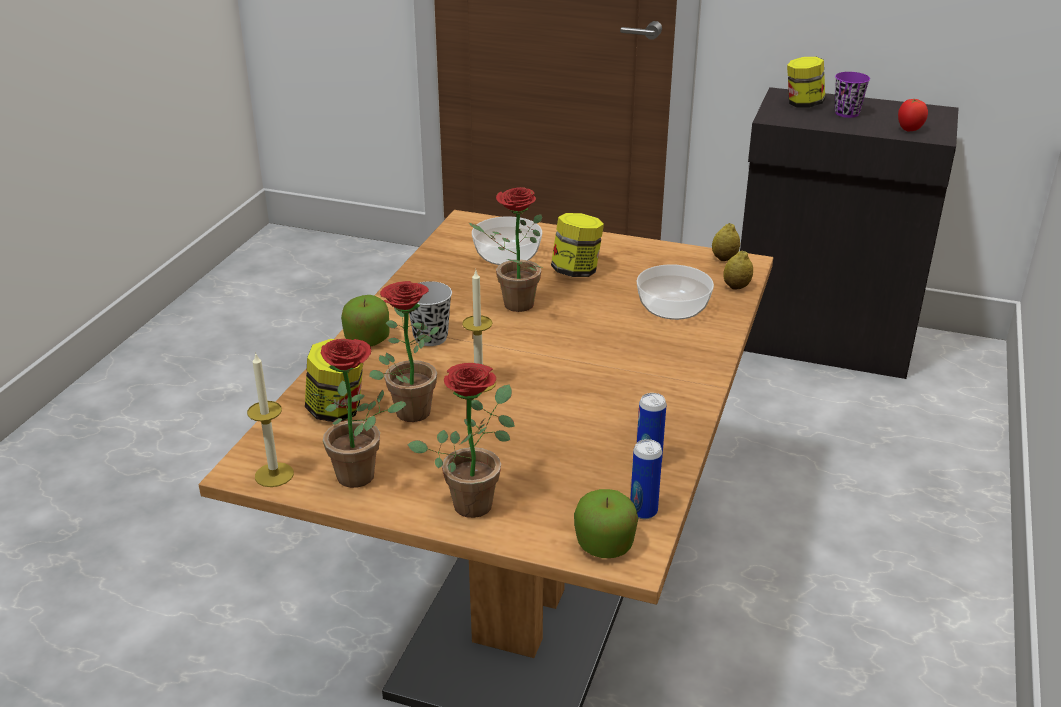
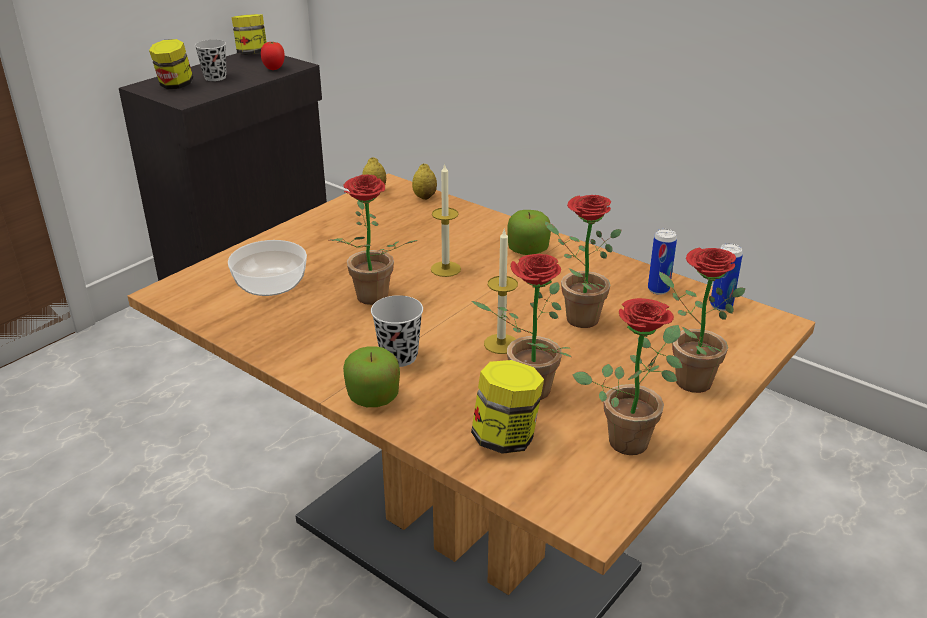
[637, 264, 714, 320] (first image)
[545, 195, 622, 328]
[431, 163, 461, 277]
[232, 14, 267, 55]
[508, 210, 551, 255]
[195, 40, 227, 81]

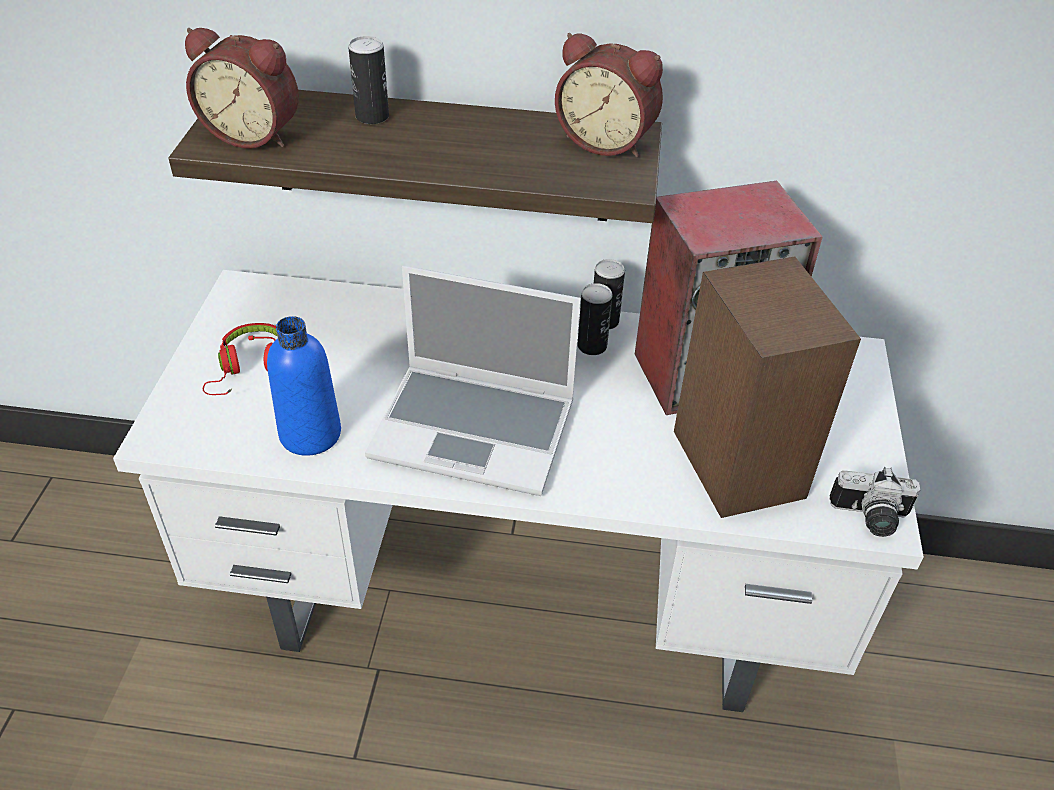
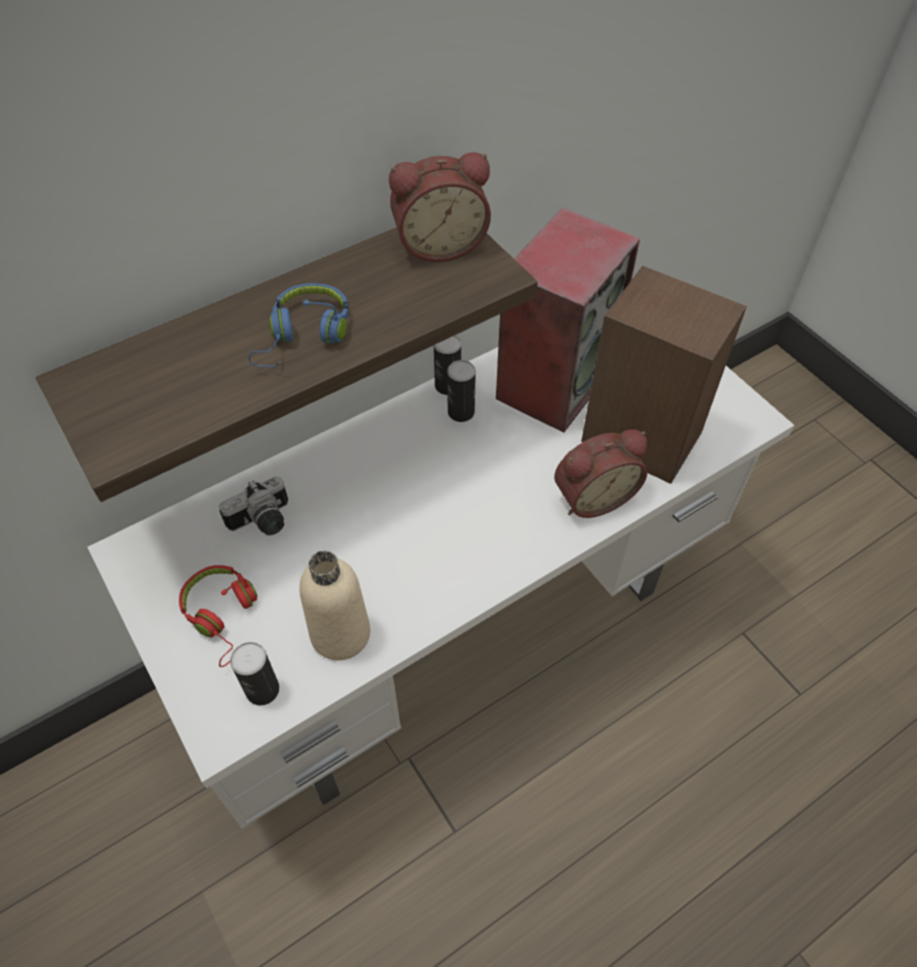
[365, 266, 581, 496] (first image)
[249, 283, 349, 367]
[554, 430, 647, 518]
[230, 642, 279, 705]
[219, 476, 288, 535]
[299, 551, 370, 661]

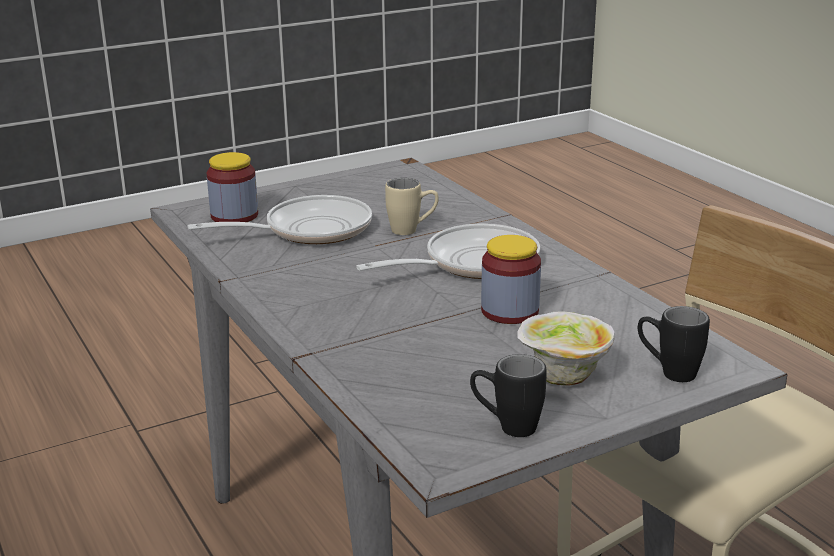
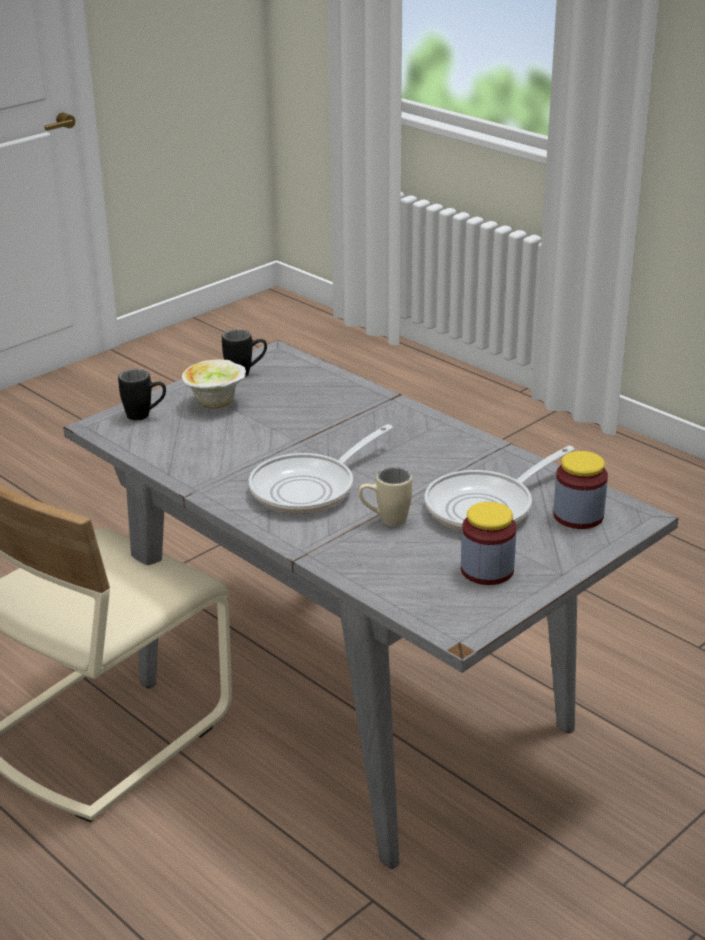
[461, 502, 516, 585]

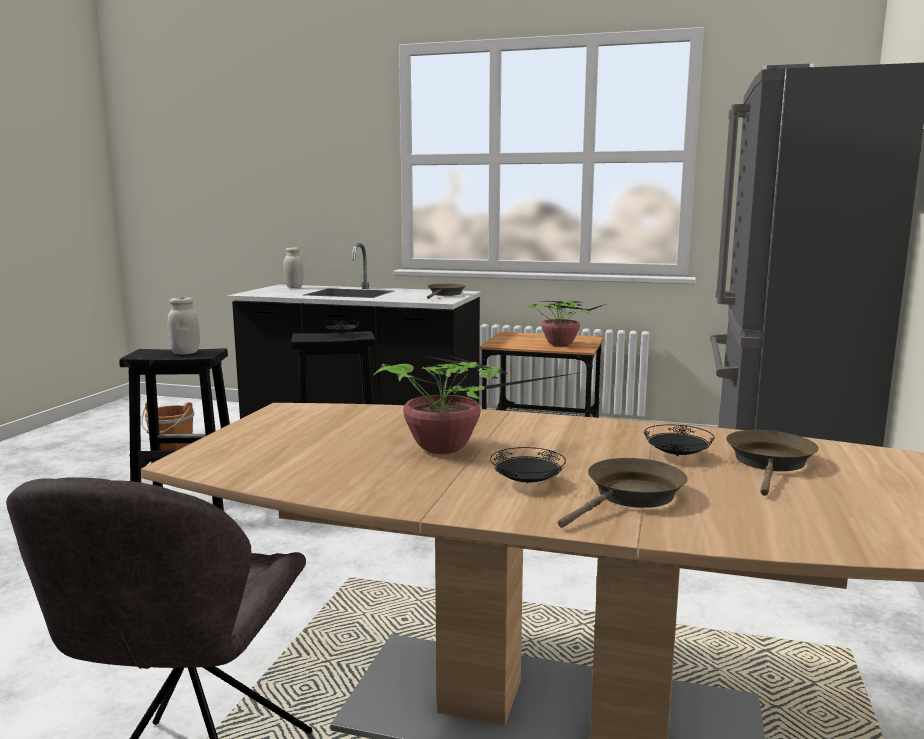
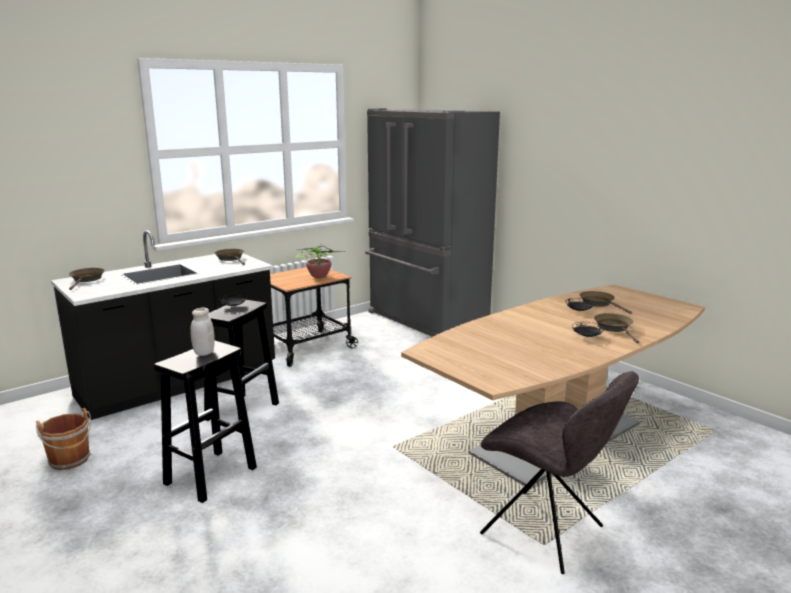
[374, 355, 583, 454] (first image)
[69, 268, 105, 290]

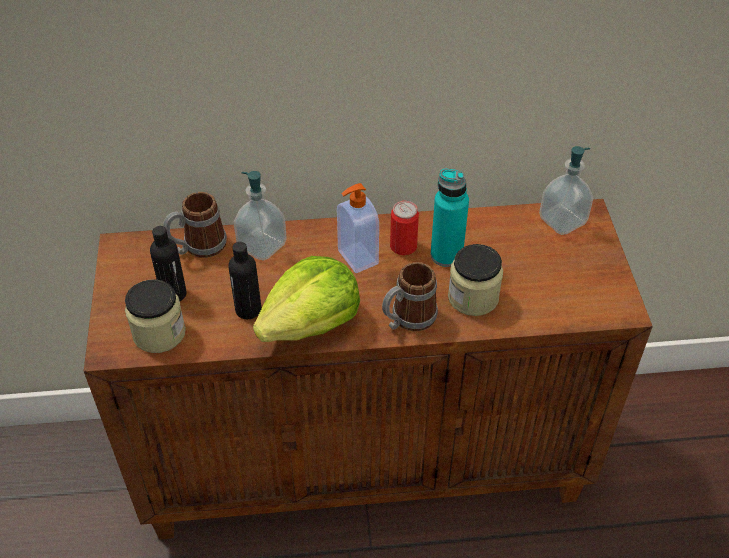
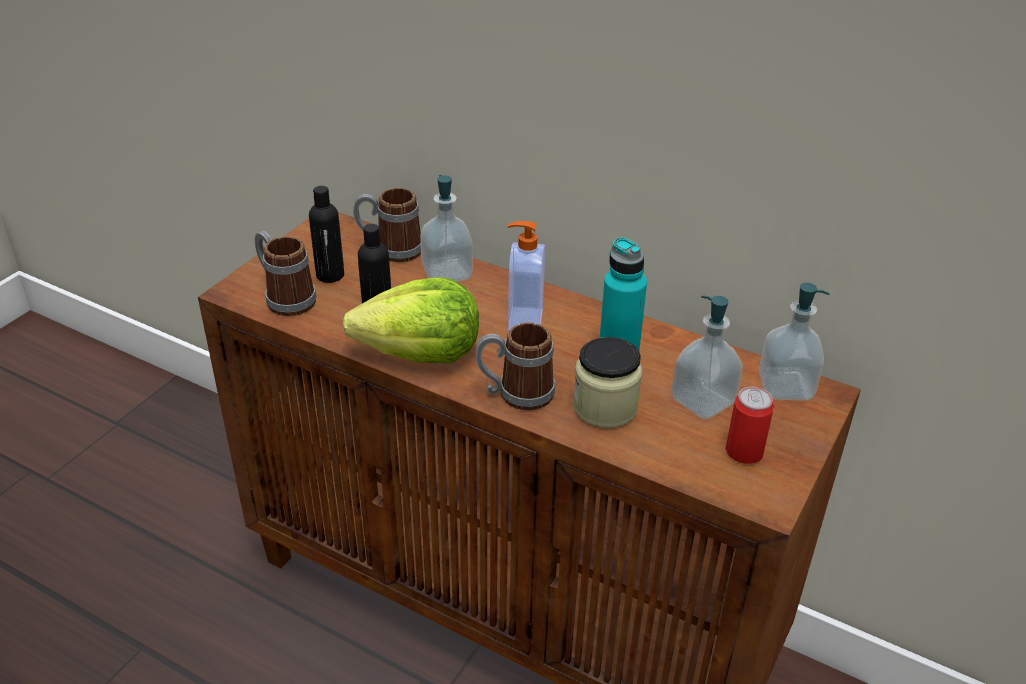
[671, 296, 743, 419]
[725, 386, 774, 464]
[255, 231, 317, 316]

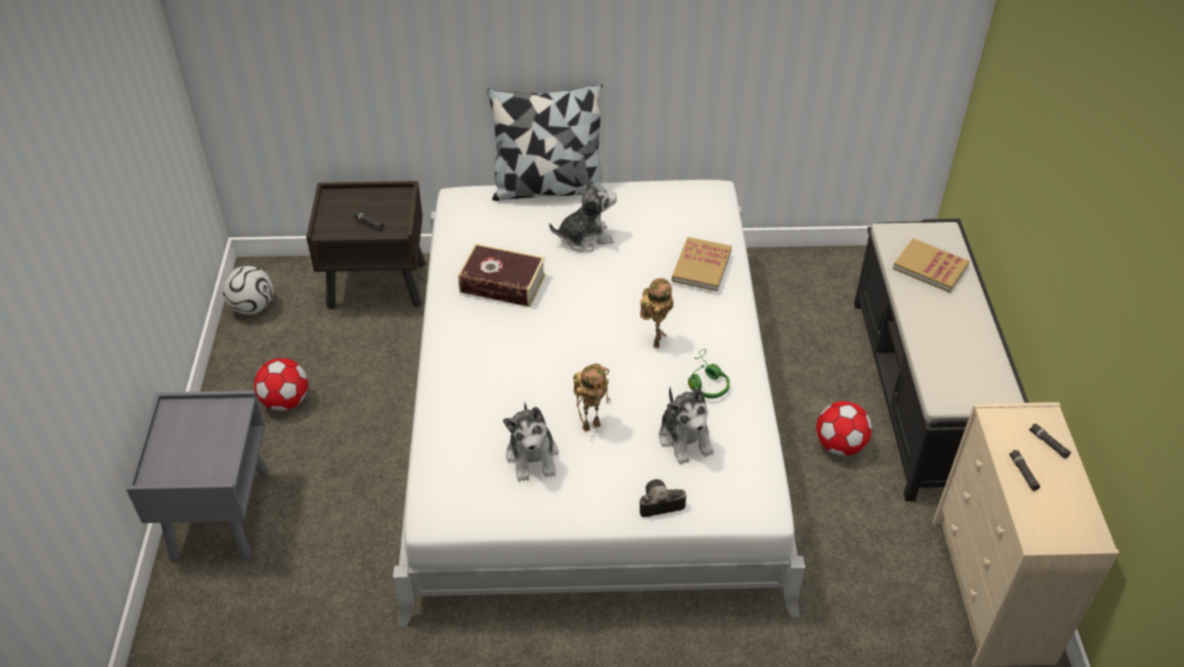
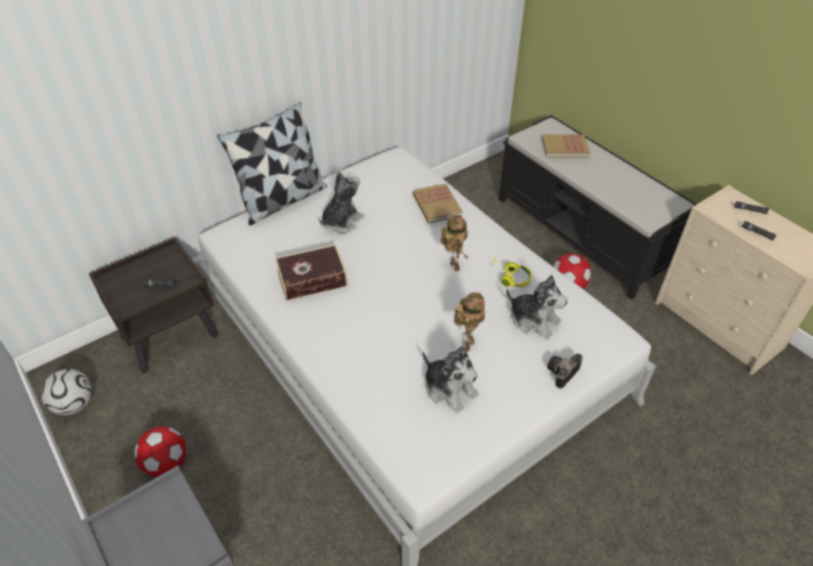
[492, 255, 532, 287]

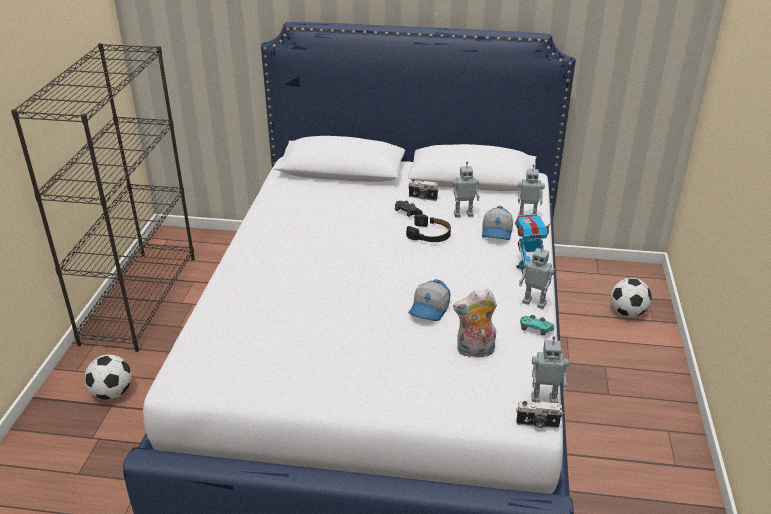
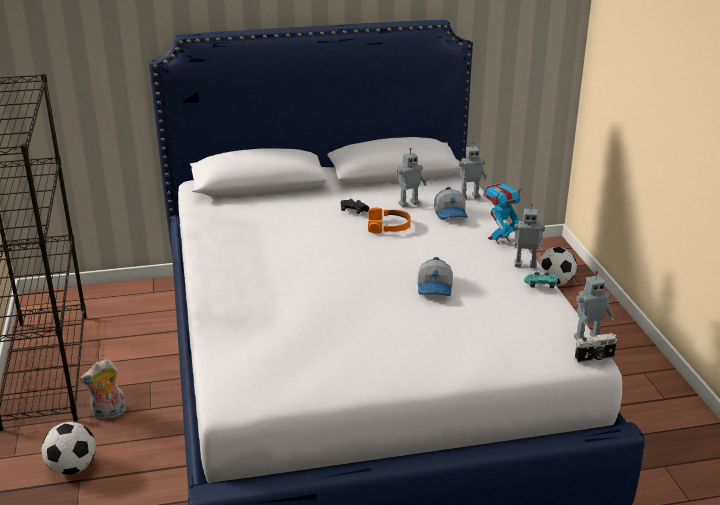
[408, 179, 439, 201] (first image)
[80, 359, 126, 421]
[368, 208, 411, 233]

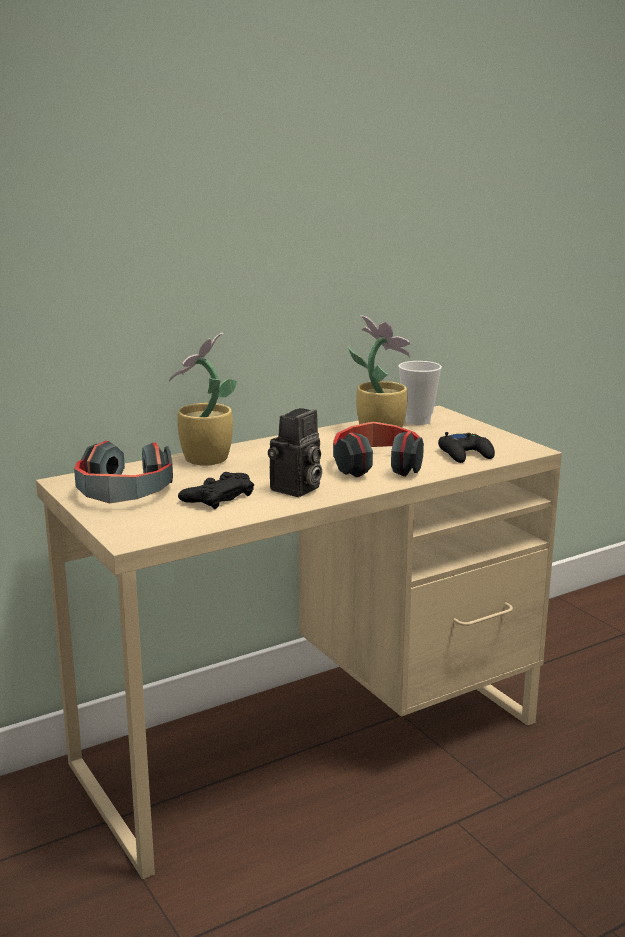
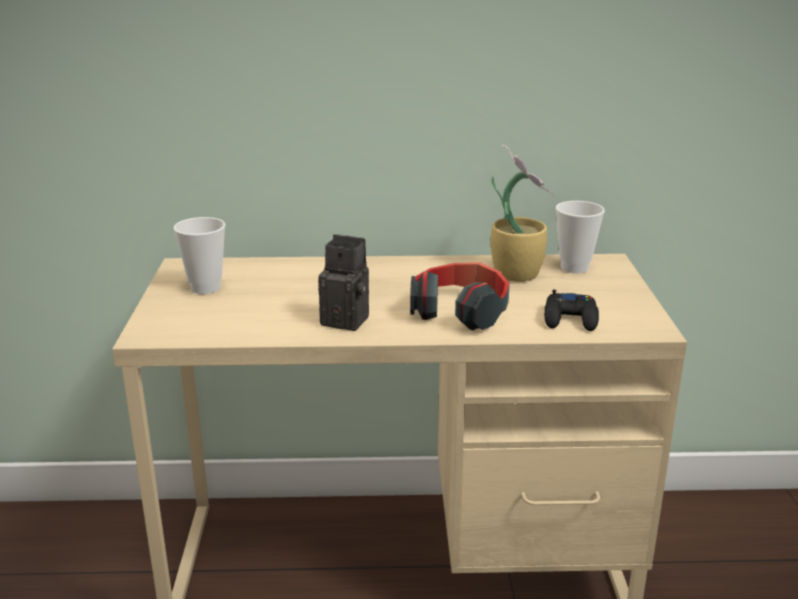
[169, 332, 237, 466] (first image)
[178, 472, 254, 509] (first image)
[173, 217, 225, 294]
[318, 234, 369, 331]

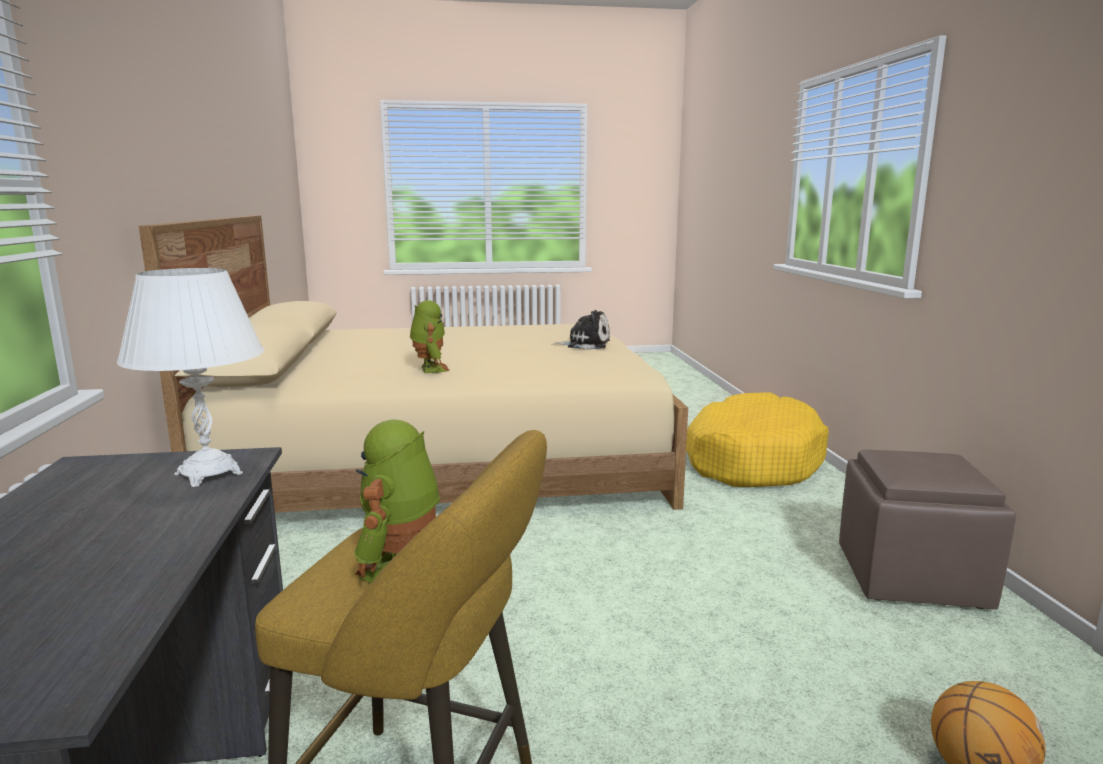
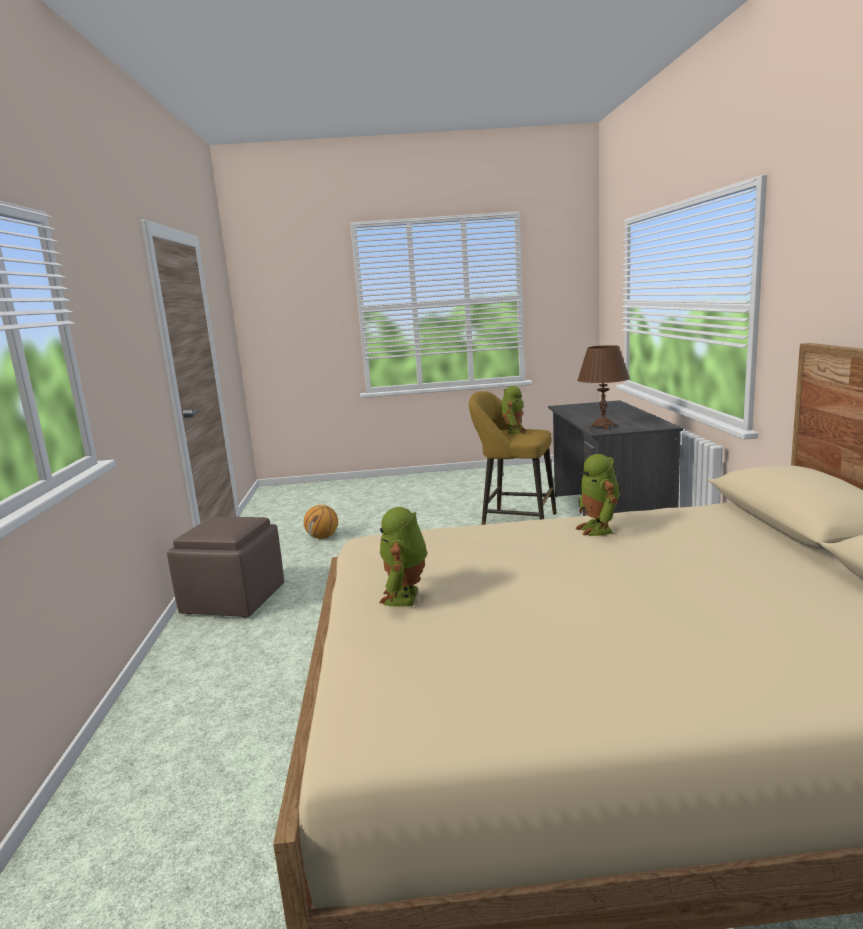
[686, 392, 829, 487] (first image)
[379, 507, 427, 607]
[577, 345, 630, 430]

